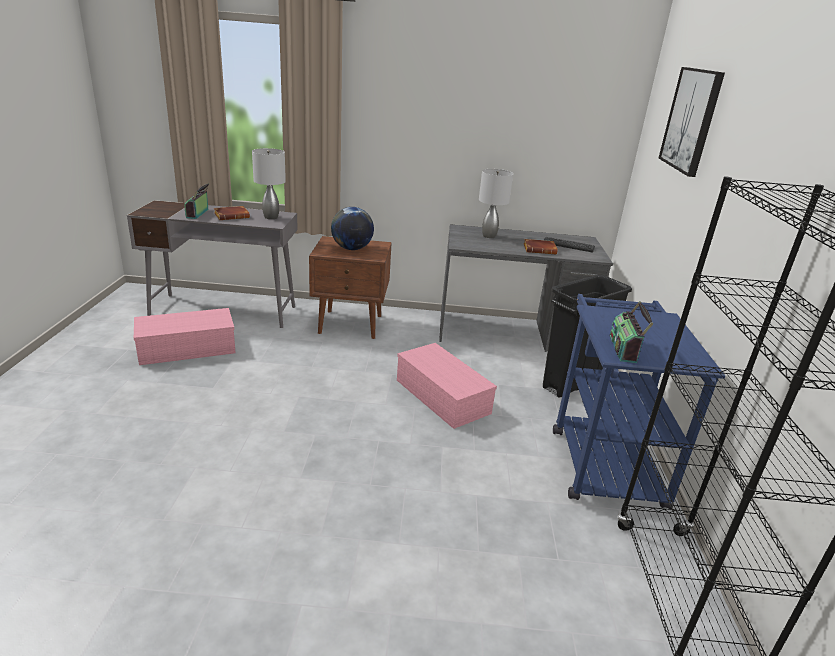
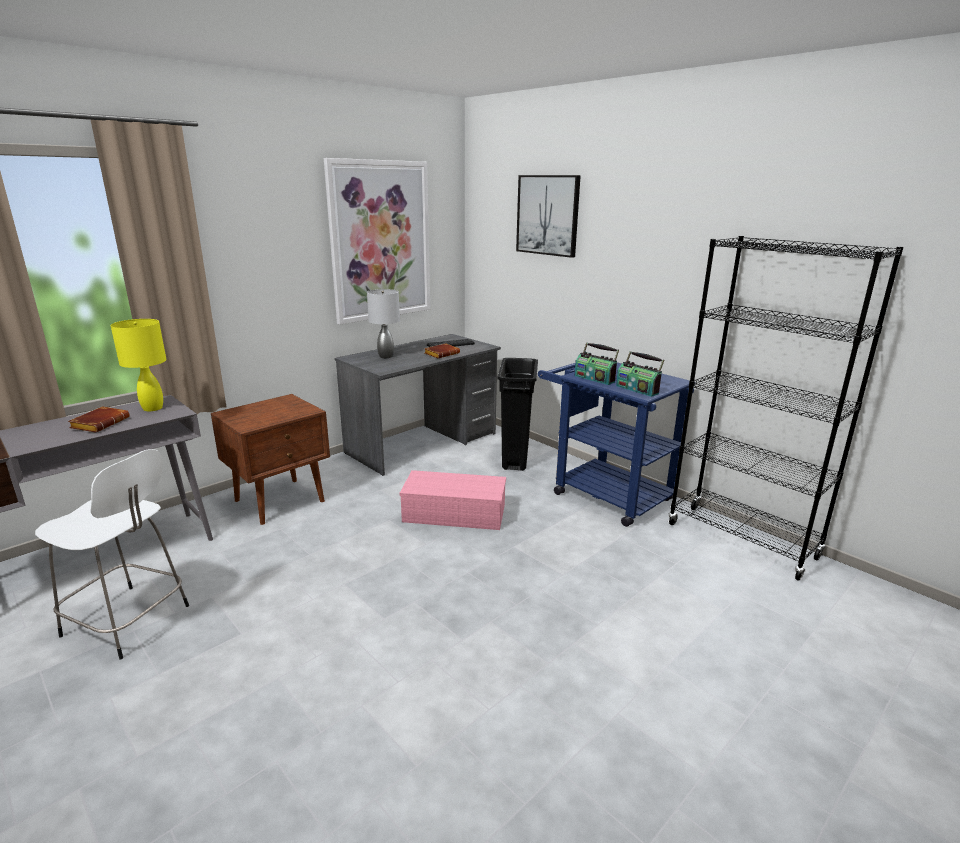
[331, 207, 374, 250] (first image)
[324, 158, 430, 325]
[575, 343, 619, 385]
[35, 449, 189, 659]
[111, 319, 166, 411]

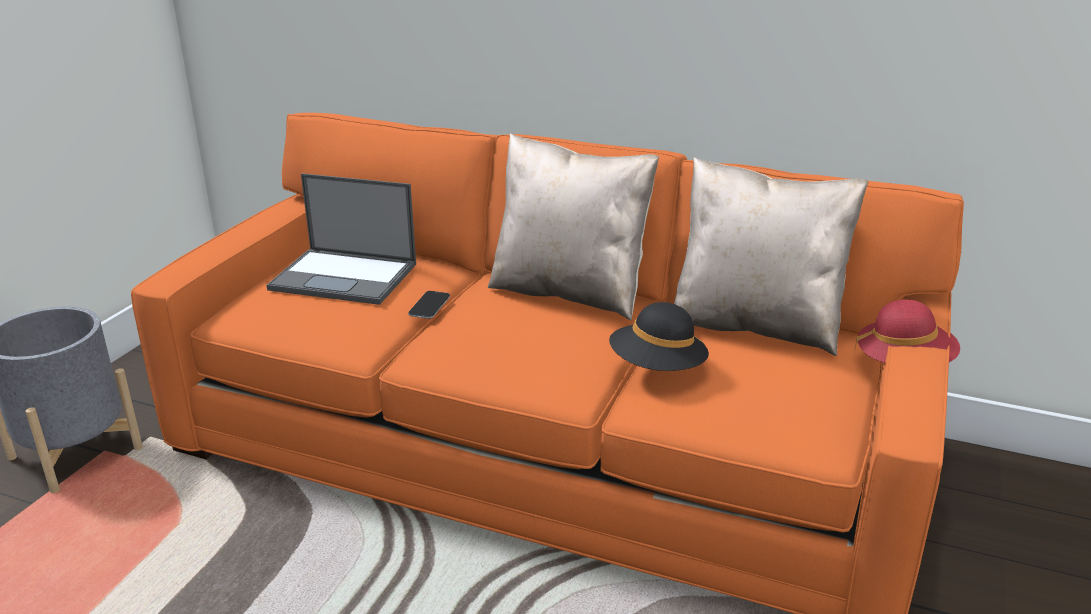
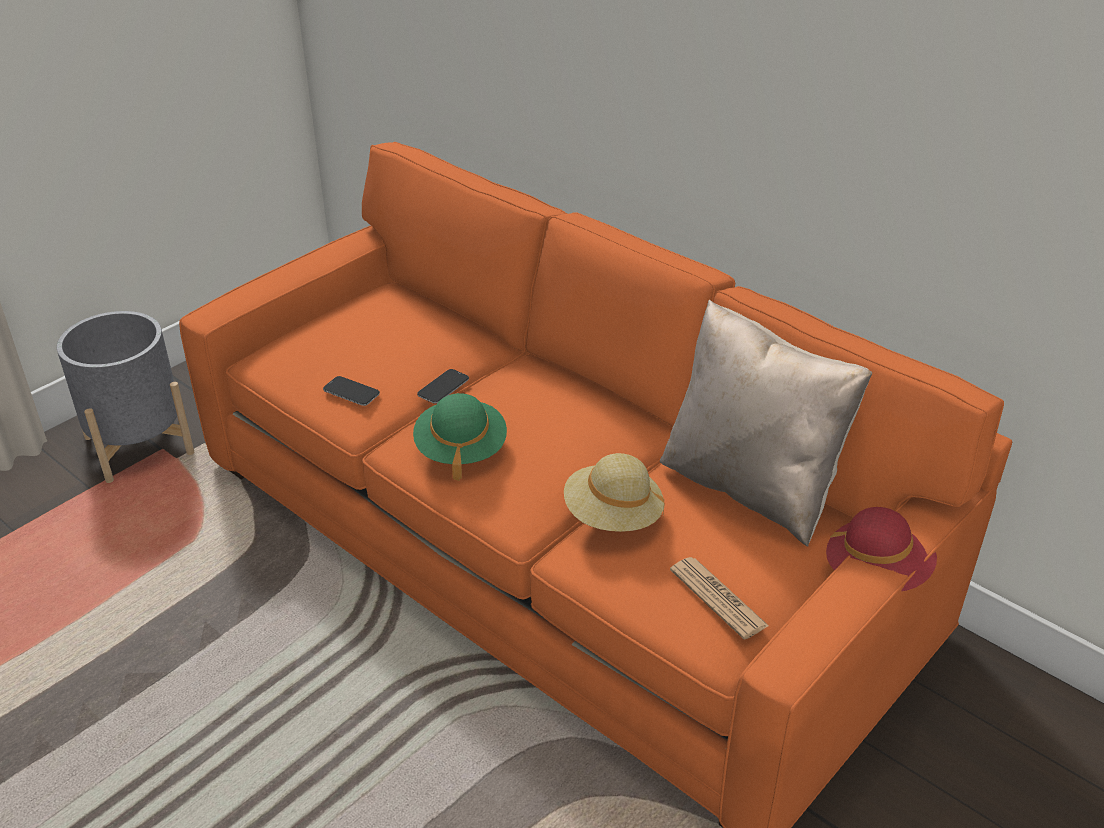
[267, 173, 416, 305] (first image)
[488, 134, 659, 320] (first image)
[323, 376, 380, 406]
[413, 393, 507, 481]
[670, 557, 769, 639]
[564, 453, 664, 532]

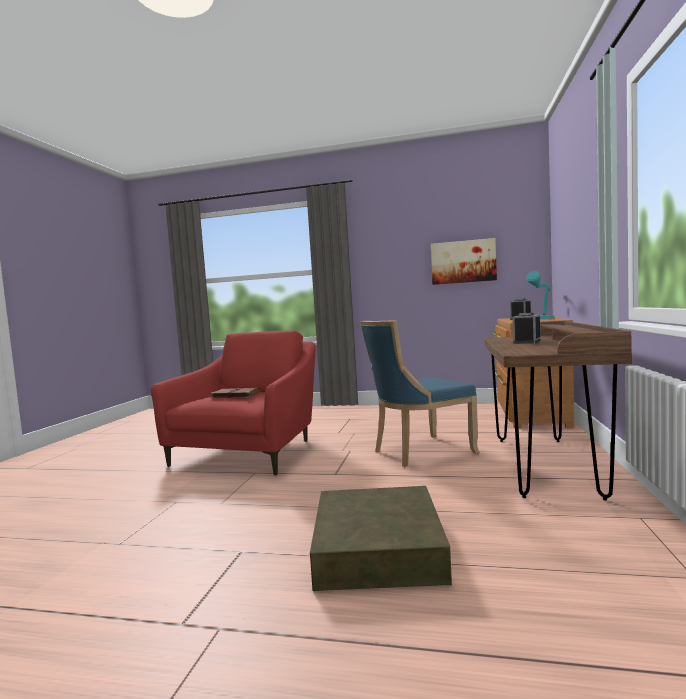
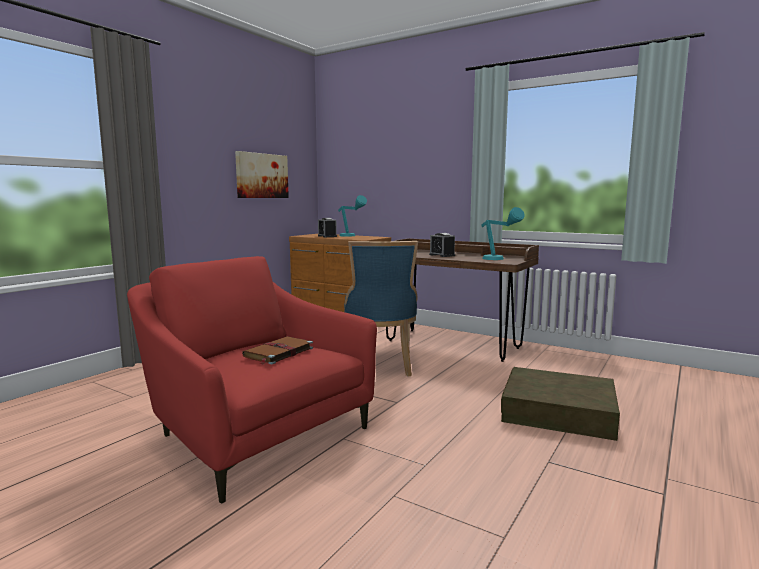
[481, 207, 525, 260]

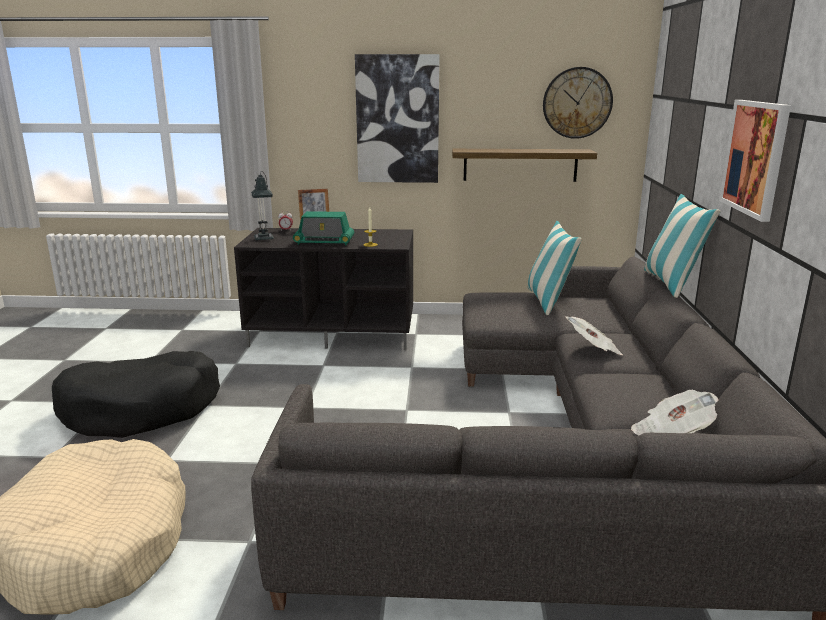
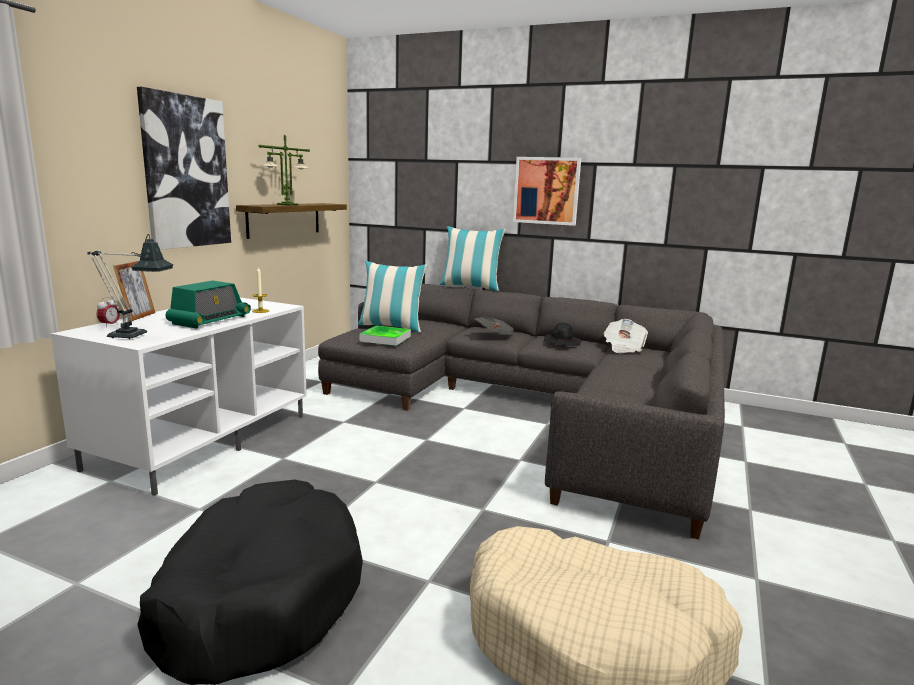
[543, 67, 613, 139] (first image)
[258, 135, 310, 205]
[360, 326, 411, 346]
[544, 323, 581, 346]
[51, 298, 307, 496]

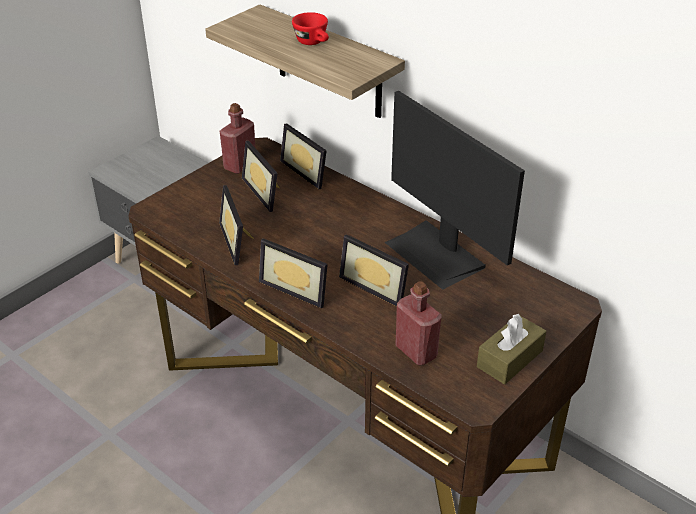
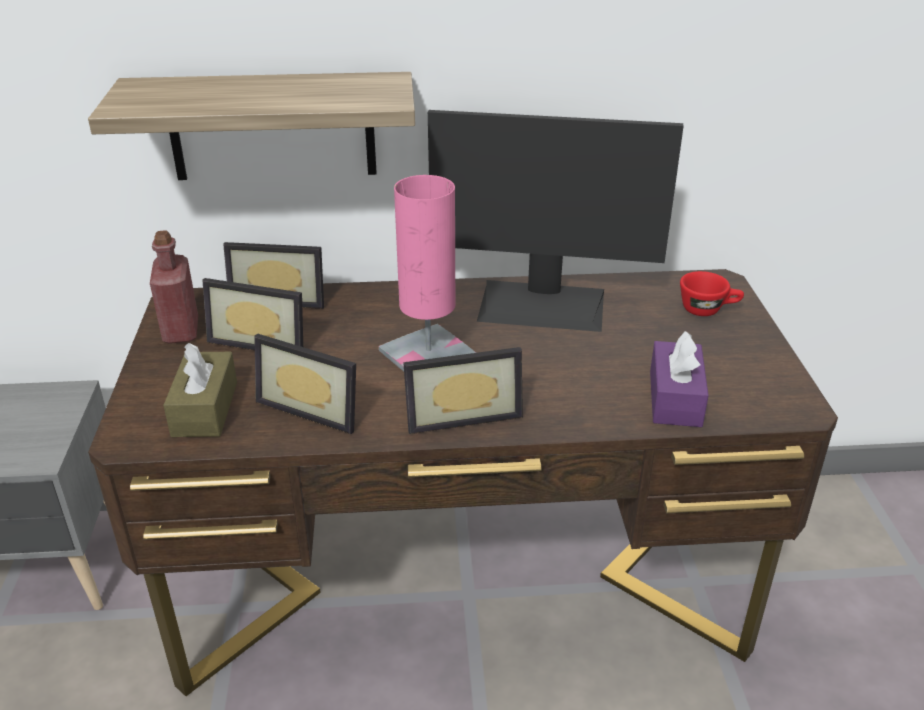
[339, 234, 409, 307] (first image)
[379, 175, 476, 372]
[680, 271, 744, 316]
[163, 343, 237, 437]
[650, 331, 709, 427]

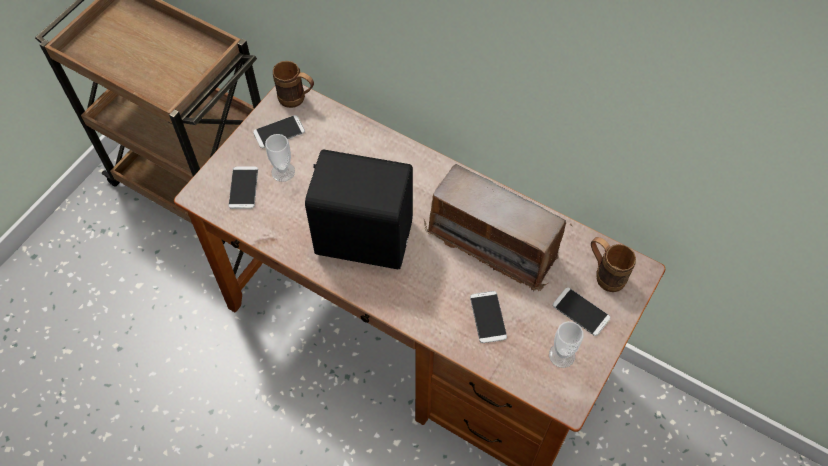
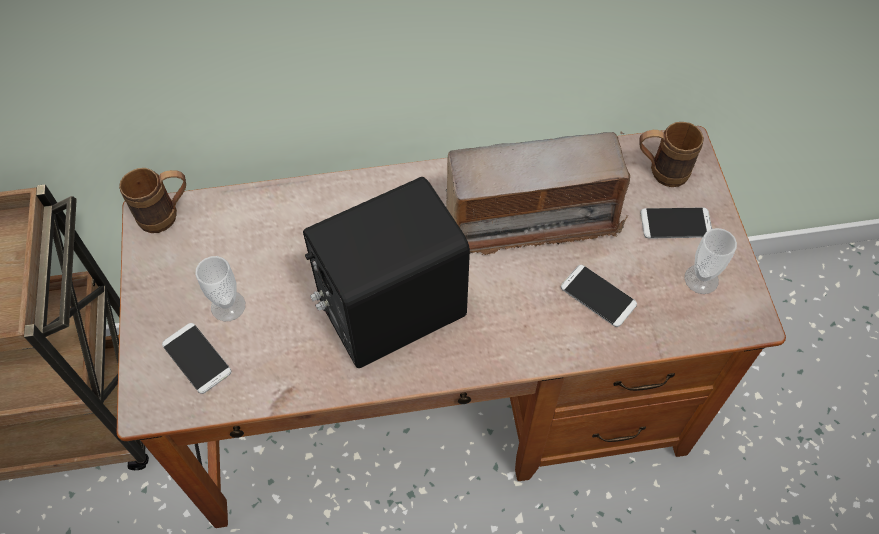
[253, 115, 305, 148] (first image)

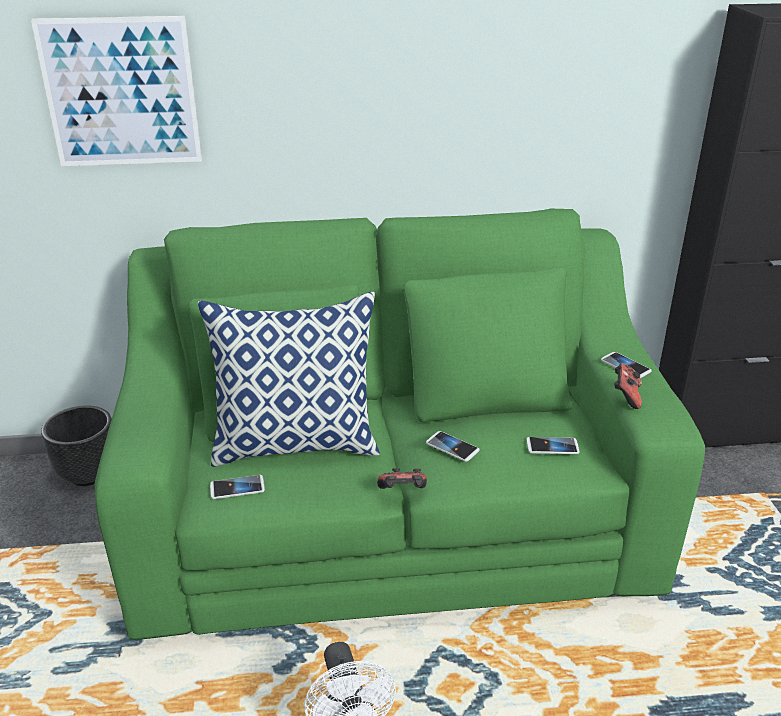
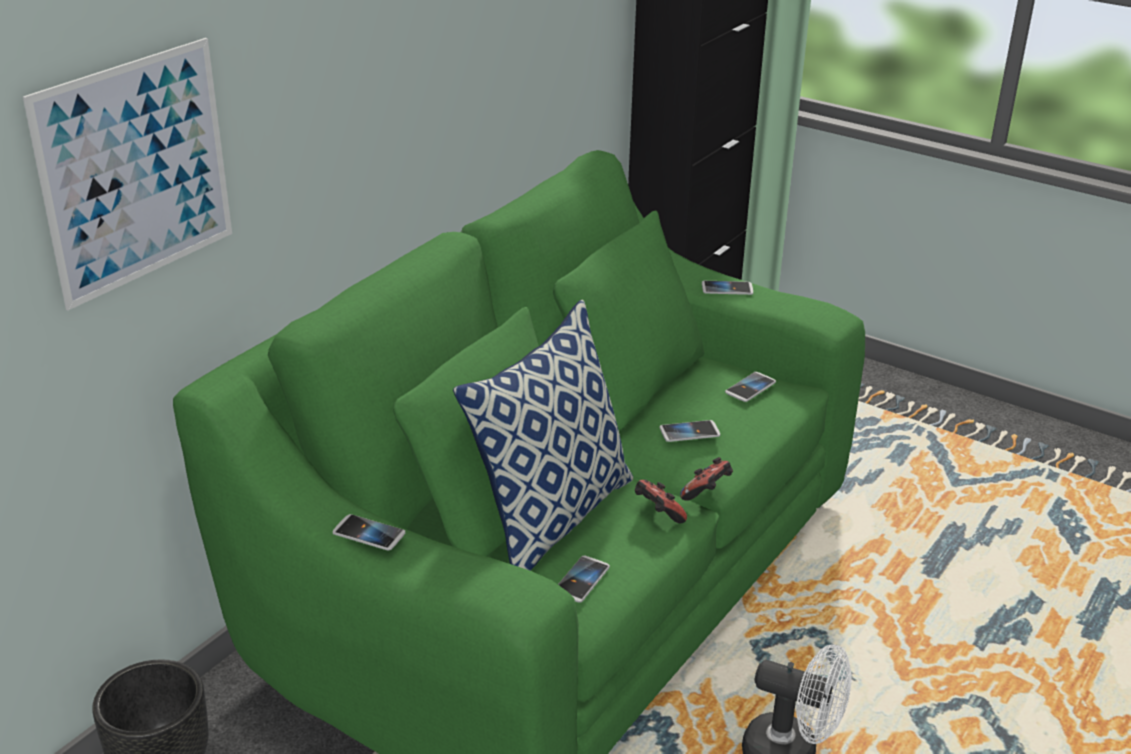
[333, 514, 405, 550]
[635, 480, 687, 523]

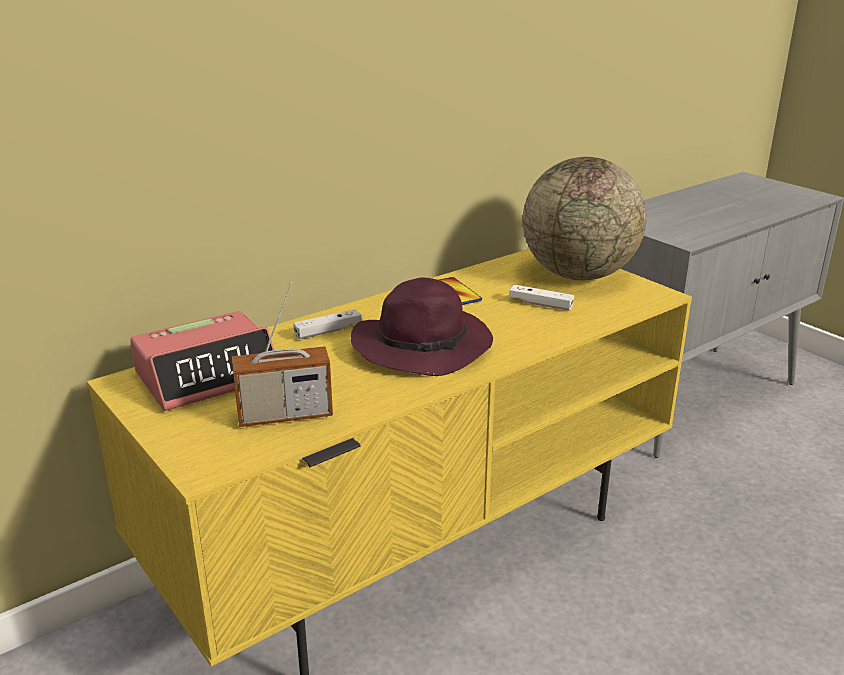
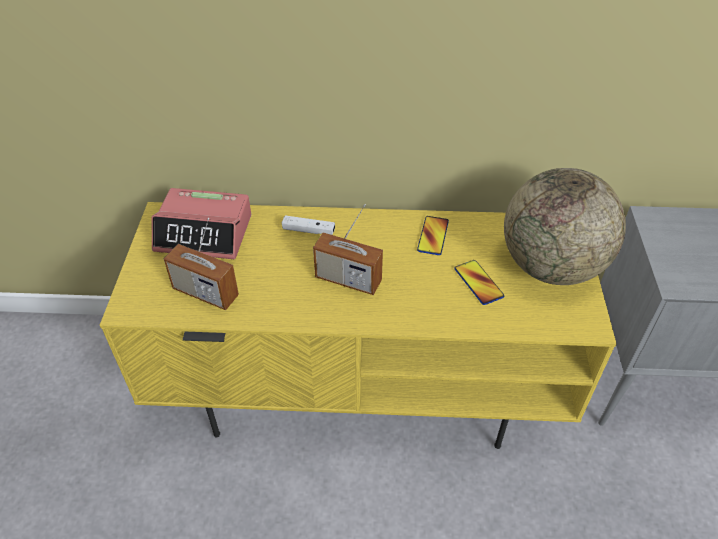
[313, 204, 383, 295]
[454, 260, 504, 305]

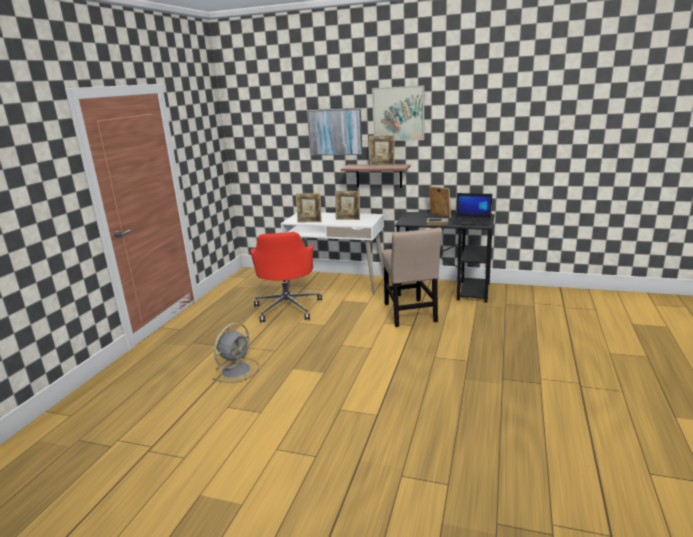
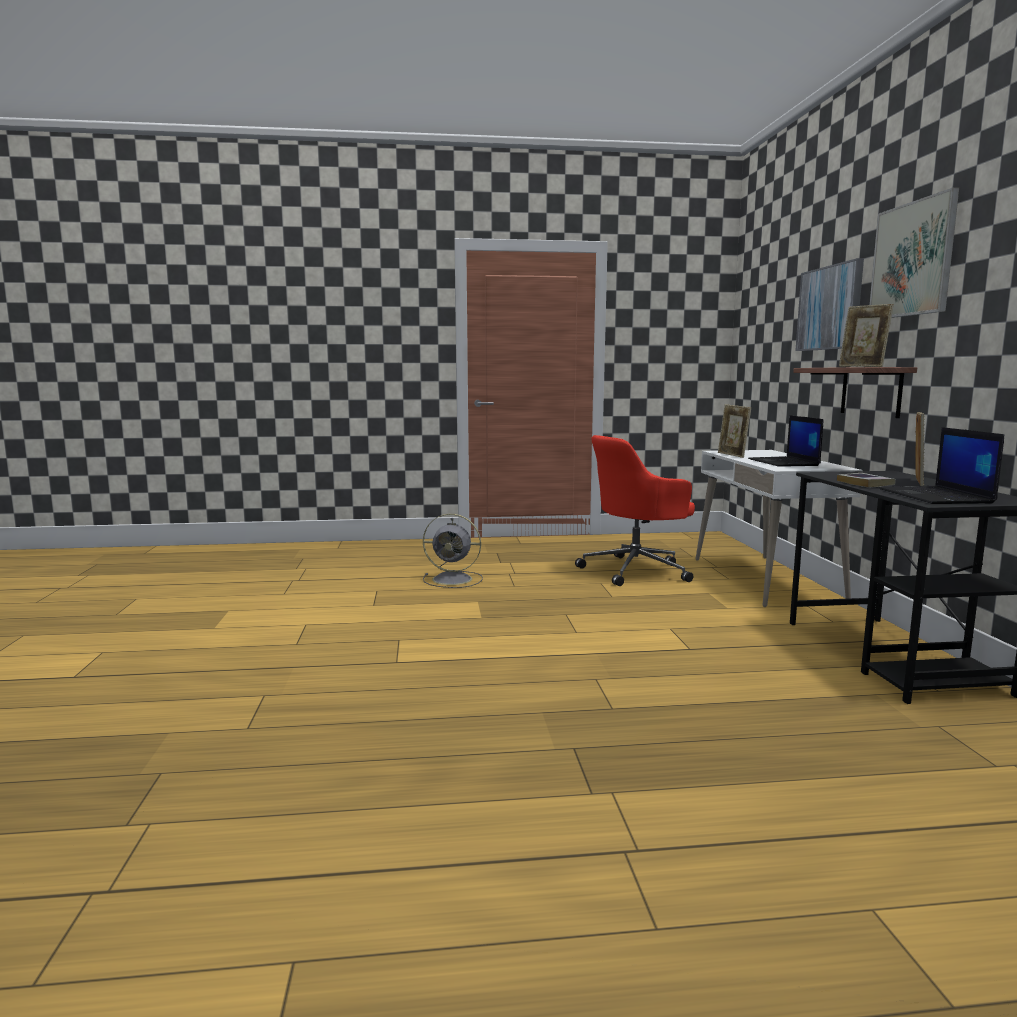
[382, 228, 442, 327] (first image)
[748, 415, 823, 467]

